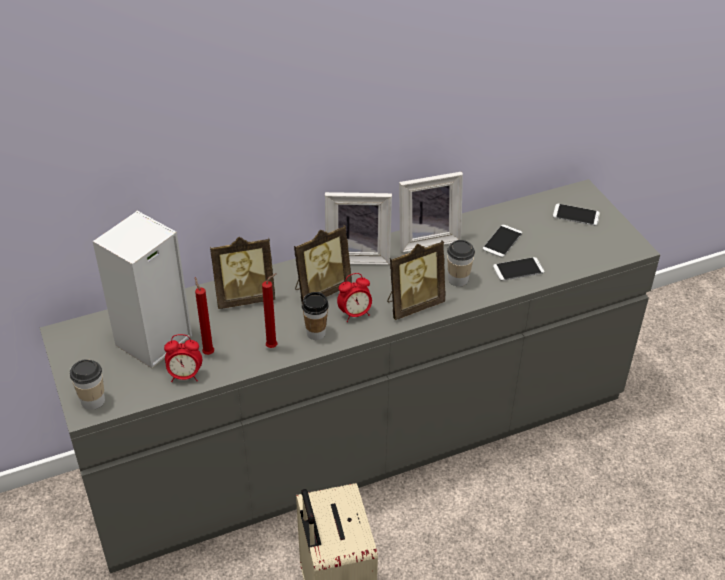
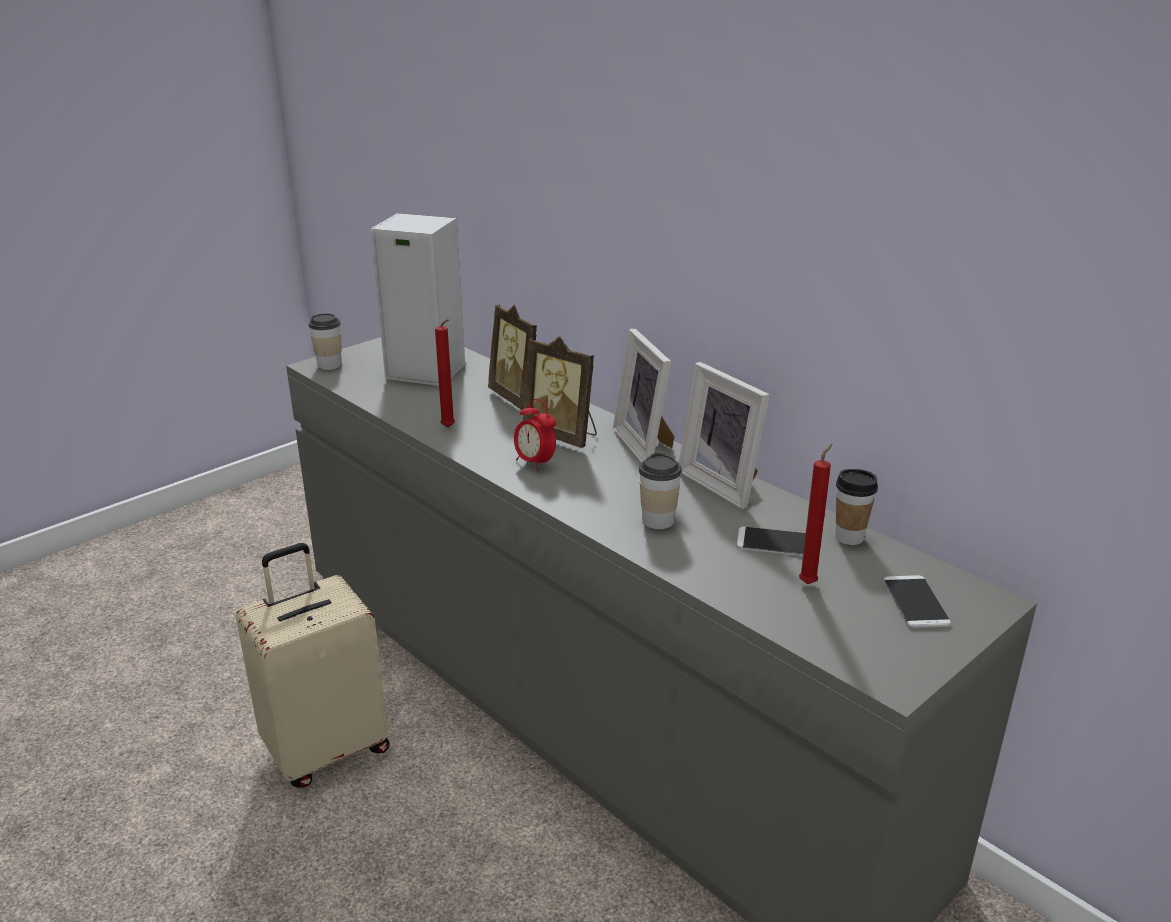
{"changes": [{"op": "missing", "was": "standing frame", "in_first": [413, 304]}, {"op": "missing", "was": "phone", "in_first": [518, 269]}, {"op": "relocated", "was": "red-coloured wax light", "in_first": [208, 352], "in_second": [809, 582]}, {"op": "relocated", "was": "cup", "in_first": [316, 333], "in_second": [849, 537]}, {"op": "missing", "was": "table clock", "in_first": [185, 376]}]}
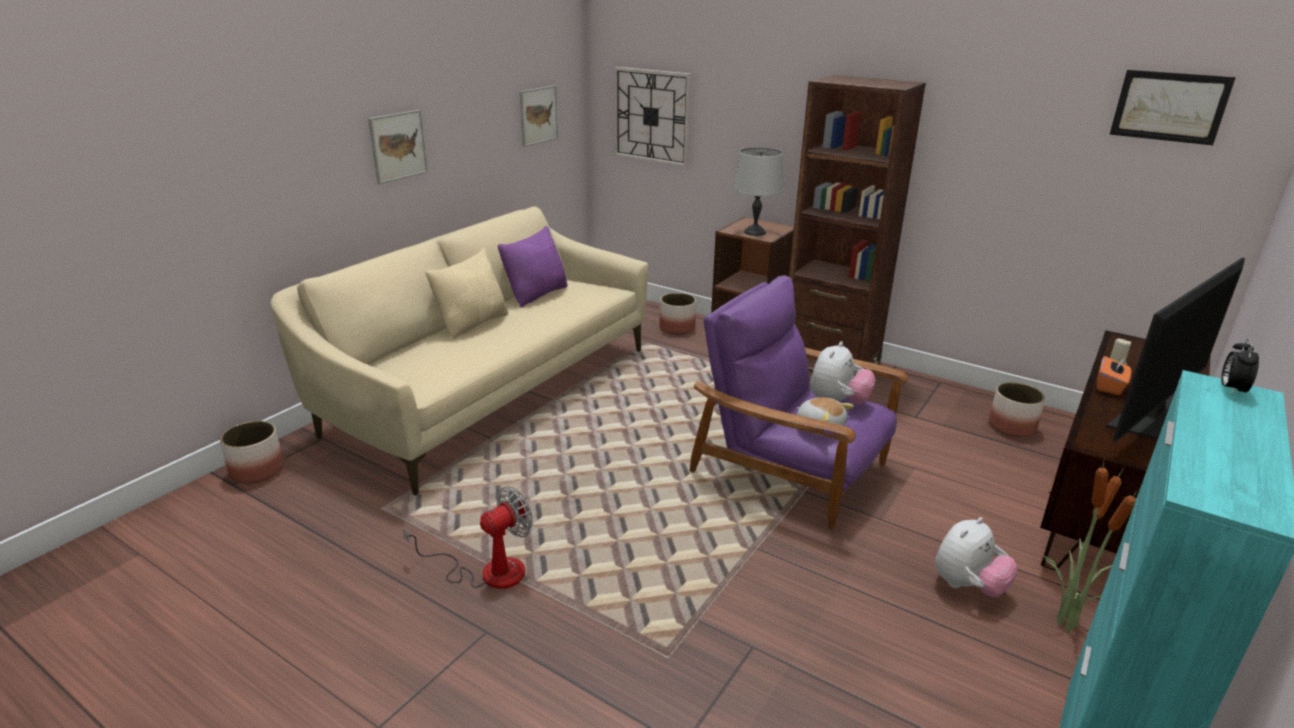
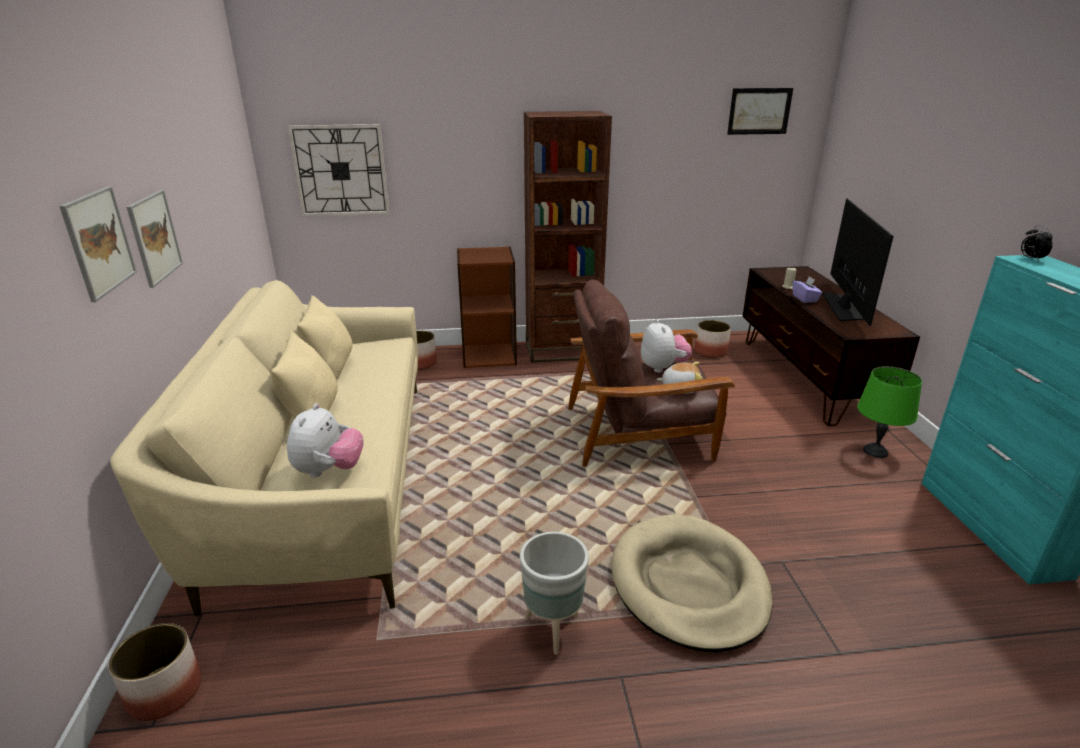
{"changes": [{"op": "relocated", "was": "wall art", "in_first": [538, 115], "in_second": [99, 242]}, {"op": "missing", "was": "grey lamp for a table", "in_first": [754, 232]}, {"op": "colour", "was": "purple-coloured pillow", "now": "sand-coloured pillow", "in_first": [537, 294], "in_second": [330, 367]}, {"op": "colour", "was": "purple-coloured easy chair", "now": "brown easy chair", "in_first": [791, 469], "in_second": [640, 433]}, {"op": "colour", "was": "orangey tissue box", "now": "purple-coloured tissue box", "in_first": [1110, 386], "in_second": [805, 299]}, {"op": "exchanged", "was": "houseplant", "now": "green lamp for a table", "in_first": [1064, 622], "in_second": [876, 451]}, {"op": "exchanged", "was": "electric fan", "now": "grey plant pot", "in_first": [488, 571], "in_second": [552, 629]}, {"op": "relocated", "was": "cuddly toy", "in_first": [967, 586], "in_second": [328, 470]}, {"op": "appeared", "now": "sand-coloured pet bed", "in_second": [688, 585]}]}
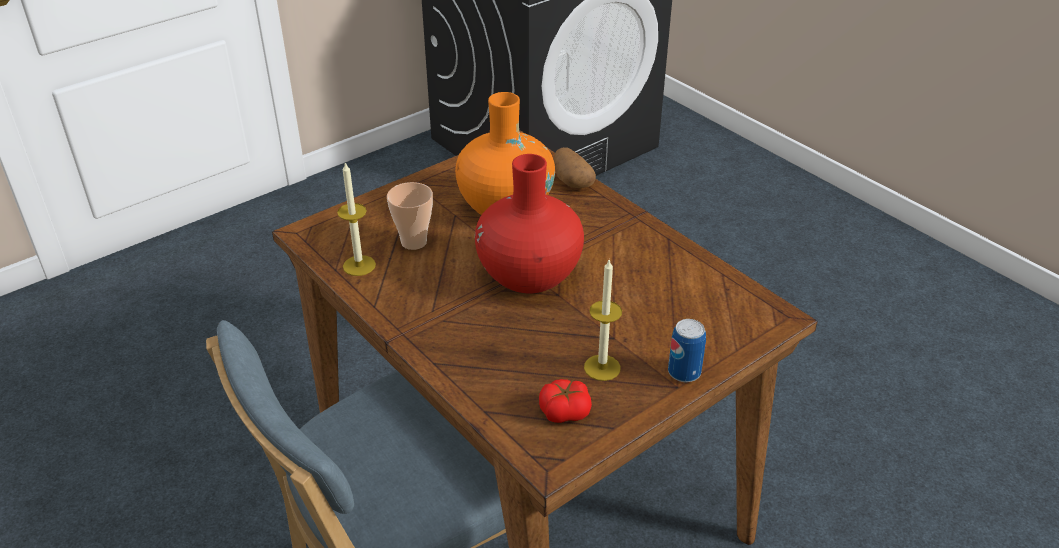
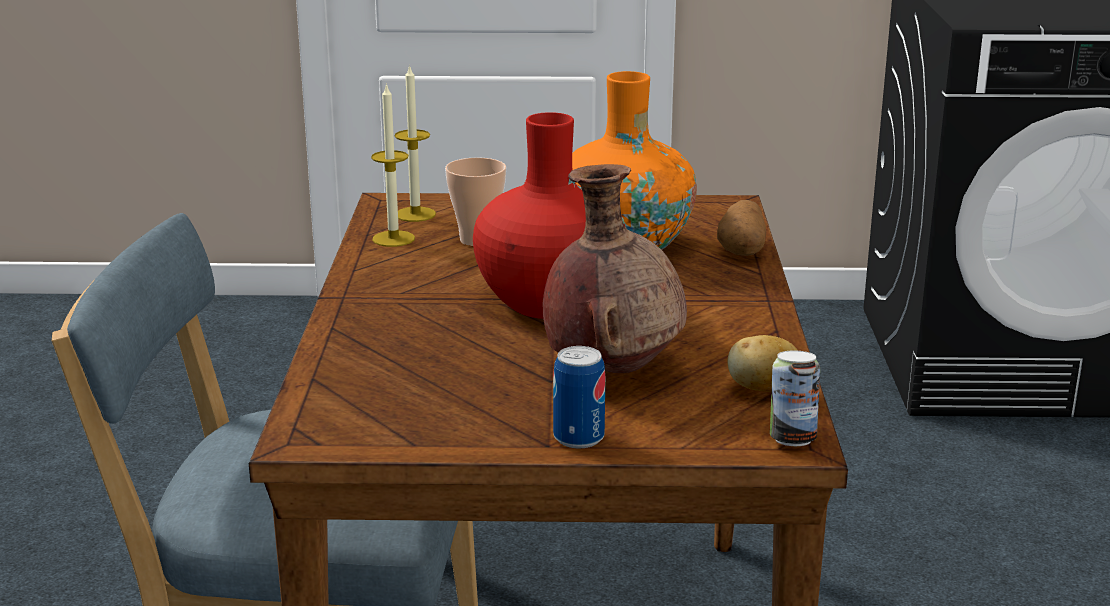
{"changes": [{"op": "relocated", "was": "wax light", "in_first": [602, 367], "in_second": [415, 214]}, {"op": "missing", "was": "whole tomato", "in_first": [564, 411]}, {"op": "appeared", "now": "brown decorative vase", "in_second": [613, 369]}, {"op": "appeared", "now": "potato", "in_second": [762, 389]}, {"op": "appeared", "now": "metal can", "in_second": [791, 439]}]}
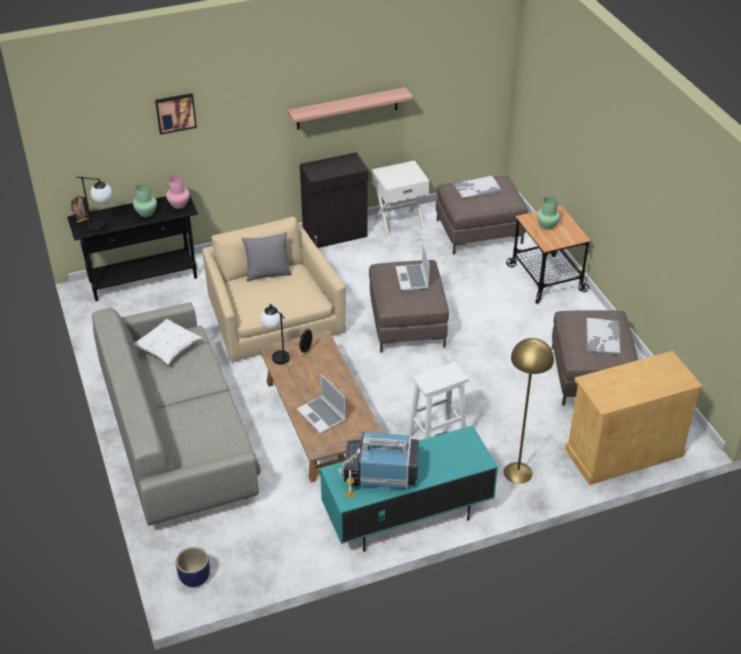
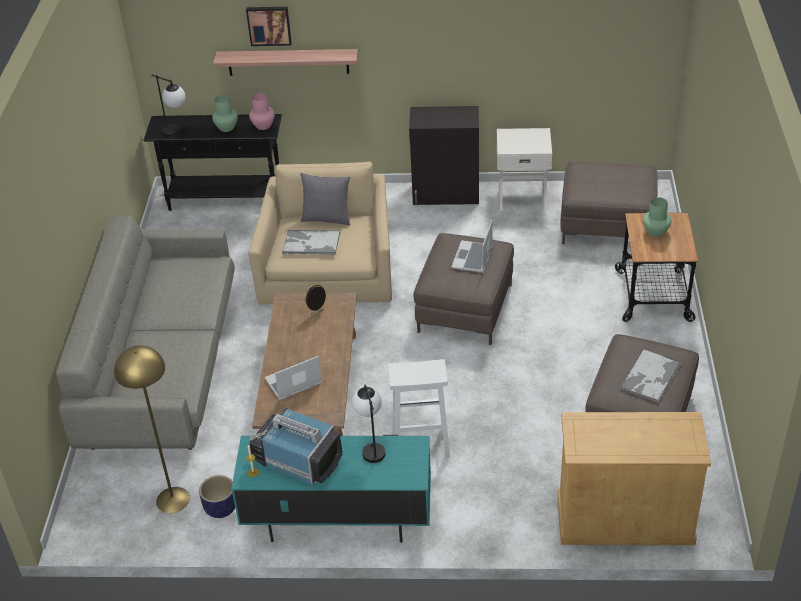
{"changes": [{"op": "relocated", "was": "shelf", "in_first": [347, 108], "in_second": [288, 62]}, {"op": "relocated", "was": "serving tray", "in_first": [476, 188], "in_second": [311, 243]}, {"op": "missing", "was": "standing frame", "in_first": [82, 220]}, {"op": "relocated", "was": "lamp for a table", "in_first": [276, 354], "in_second": [371, 447]}, {"op": "missing", "was": "white pillow", "in_first": [168, 349]}, {"op": "relocated", "was": "yellow standard lamp", "in_first": [517, 473], "in_second": [172, 500]}, {"op": "spun", "was": "laptop", "in_first": [322, 415], "in_second": [293, 382], "clockwise": 75}, {"op": "relocated", "was": "plant pot", "in_first": [195, 577], "in_second": [221, 508]}]}
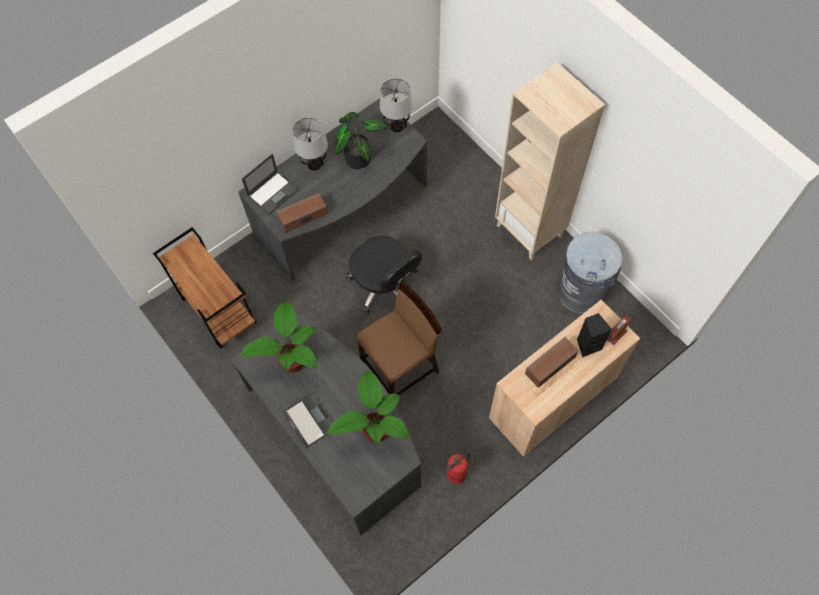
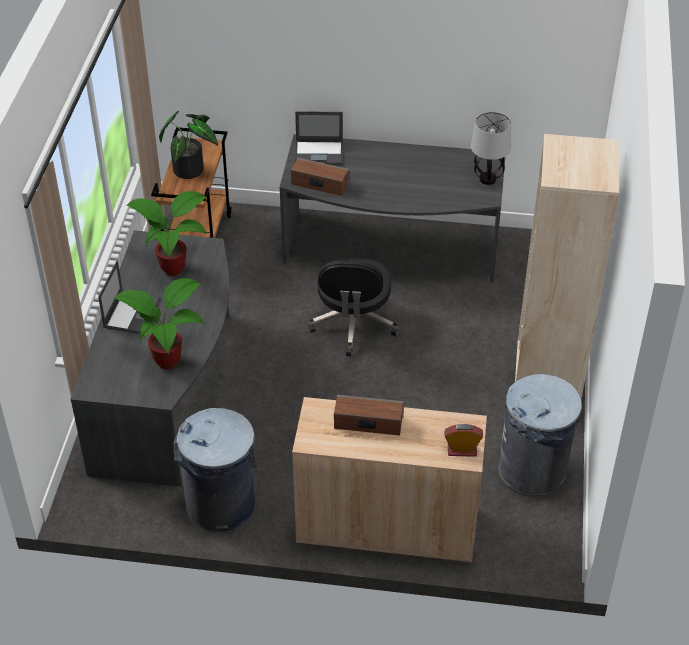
{"changes": [{"op": "relocated", "was": "houseplant", "in_first": [358, 156], "in_second": [192, 168]}, {"op": "missing", "was": "lamp for a table", "in_first": [315, 164]}, {"op": "missing", "was": "brown upright chair", "in_first": [401, 368]}, {"op": "missing", "was": "black speaker", "in_first": [587, 345]}, {"op": "exchanged", "was": "fire-fighting cylinder", "now": "grey waste bin", "in_first": [456, 475], "in_second": [221, 505]}]}
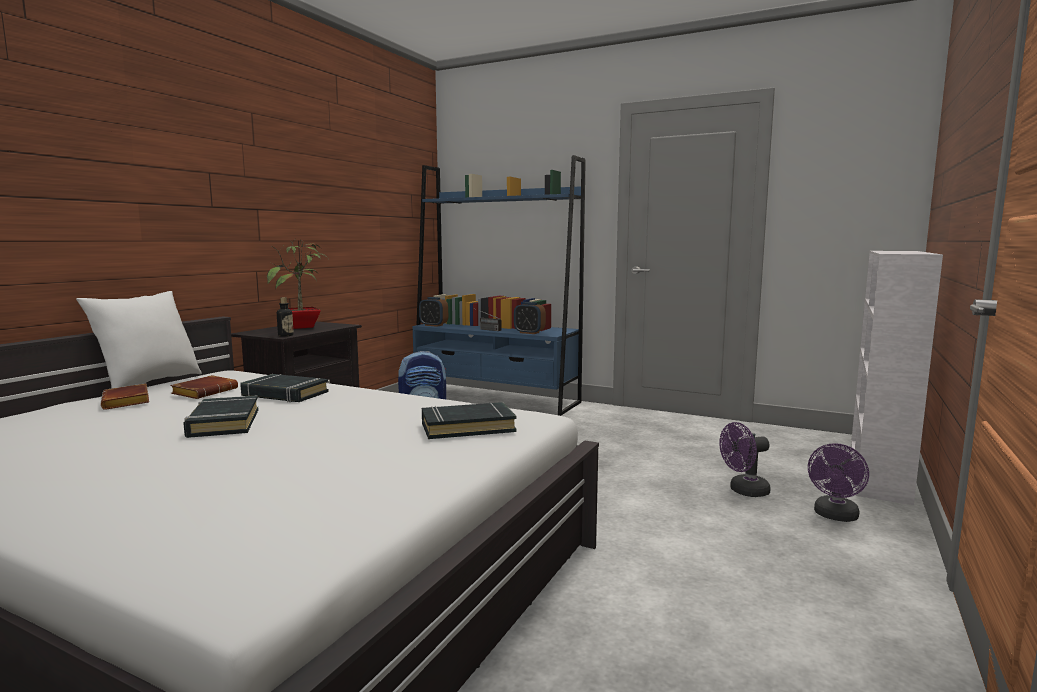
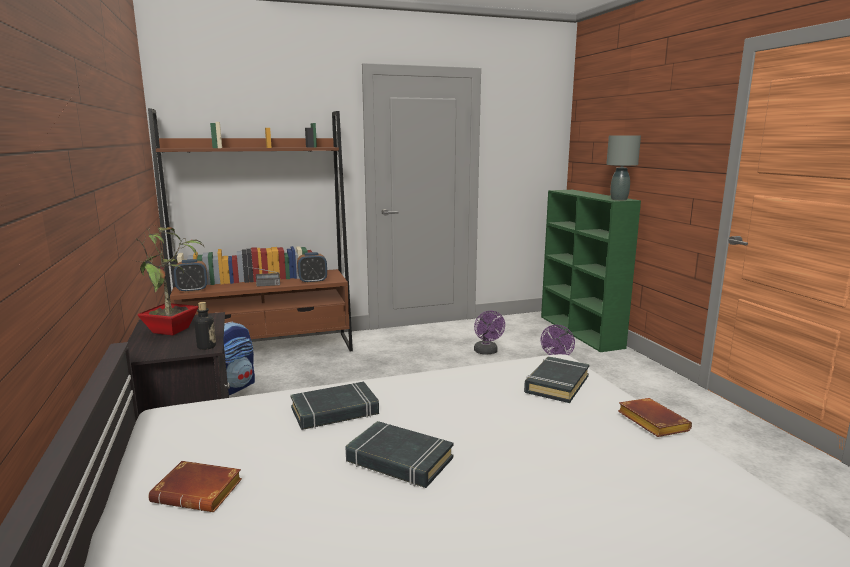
{"changes": [{"op": "colour", "was": "blue shelving unit", "now": "brown shelving unit", "in_first": [496, 399], "in_second": [267, 351]}, {"op": "colour", "was": "white shelving unit", "now": "green shelving unit", "in_first": [878, 469], "in_second": [581, 332]}, {"op": "missing", "was": "white pillow", "in_first": [148, 384]}, {"op": "relocated", "was": "brown book", "in_first": [205, 392], "in_second": [650, 422]}, {"op": "relocated", "was": "purple-coloured electric fan", "in_first": [835, 516], "in_second": [487, 352]}, {"op": "appeared", "now": "grey lamp for a table", "in_second": [619, 199]}]}
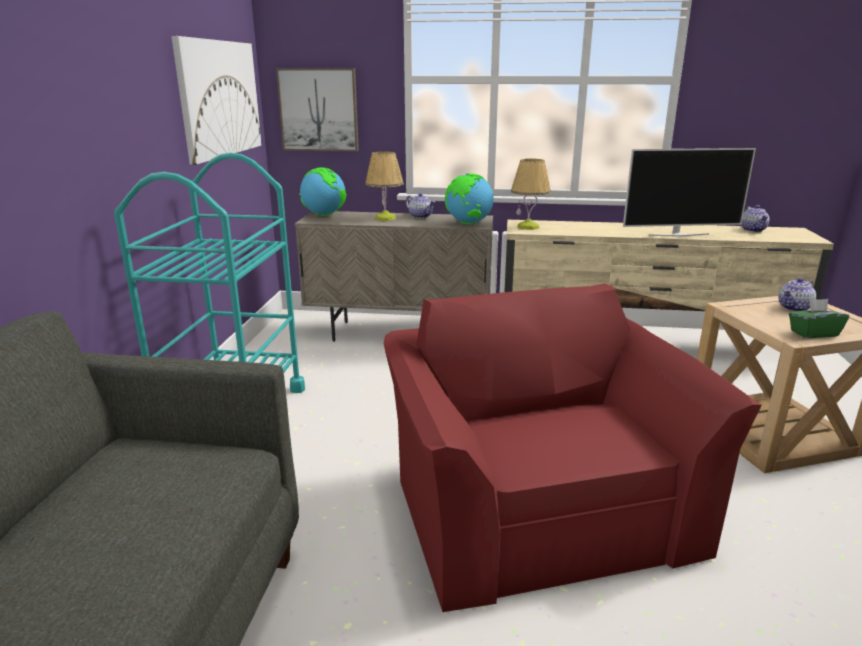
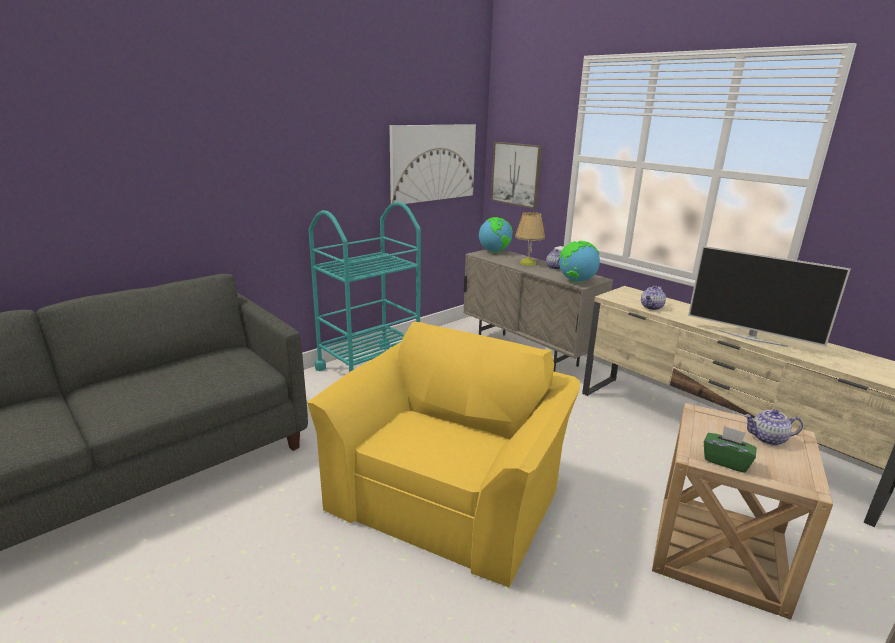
{"changes": [{"op": "missing", "was": "lamp for a table", "in_first": [528, 227]}, {"op": "relocated", "was": "tea pot", "in_first": [753, 230], "in_second": [652, 307]}, {"op": "colour", "was": "red-coloured easy chair", "now": "yellow easy chair", "in_first": [536, 505], "in_second": [449, 493]}]}
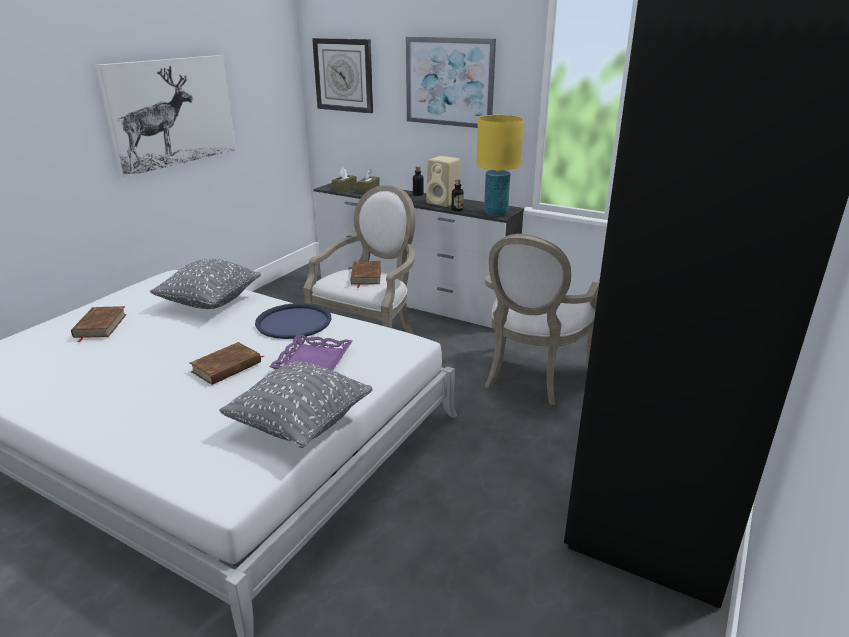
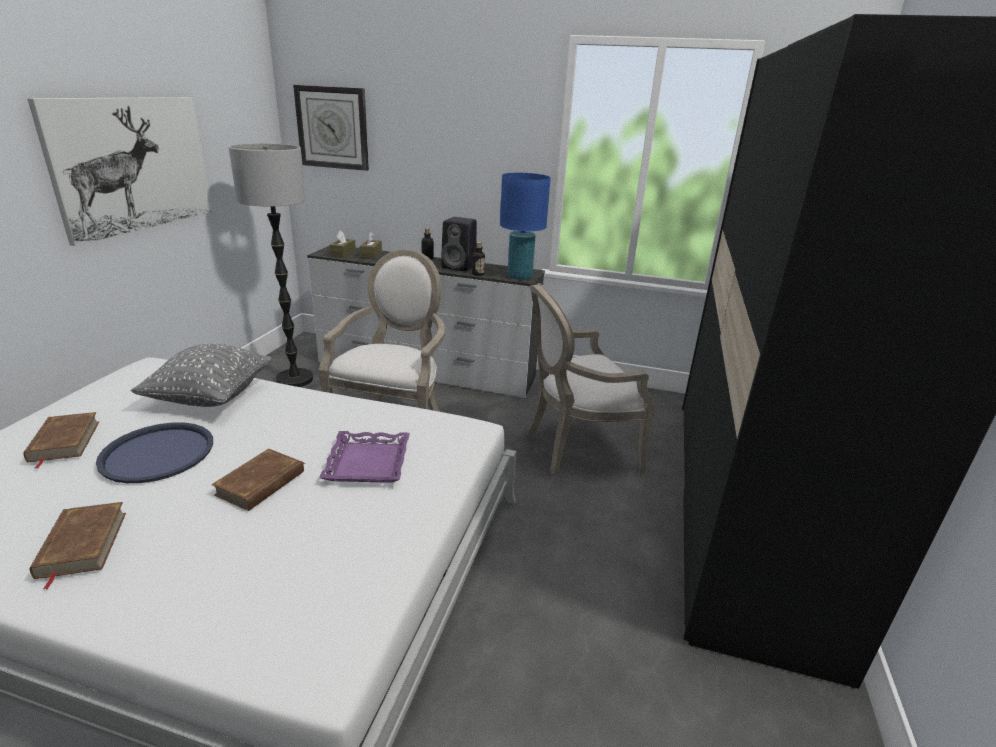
{"changes": [{"op": "missing", "was": "wall art", "in_first": [449, 82]}, {"op": "colour", "was": "yellow lamp for a table", "now": "blue lamp for a table", "in_first": [496, 213], "in_second": [520, 277]}, {"op": "colour", "was": "sand-coloured speaker", "now": "black speaker", "in_first": [444, 202], "in_second": [460, 267]}, {"op": "spun", "was": "easy chair", "in_first": [530, 377], "in_second": [575, 448], "clockwise": 60}, {"op": "relocated", "was": "brown book", "in_first": [365, 276], "in_second": [82, 544]}, {"op": "relocated", "was": "blue serving tray", "in_first": [294, 322], "in_second": [158, 453]}, {"op": "missing", "was": "grey pillow", "in_first": [300, 425]}, {"op": "appeared", "now": "standard lamp", "in_second": [295, 379]}]}
